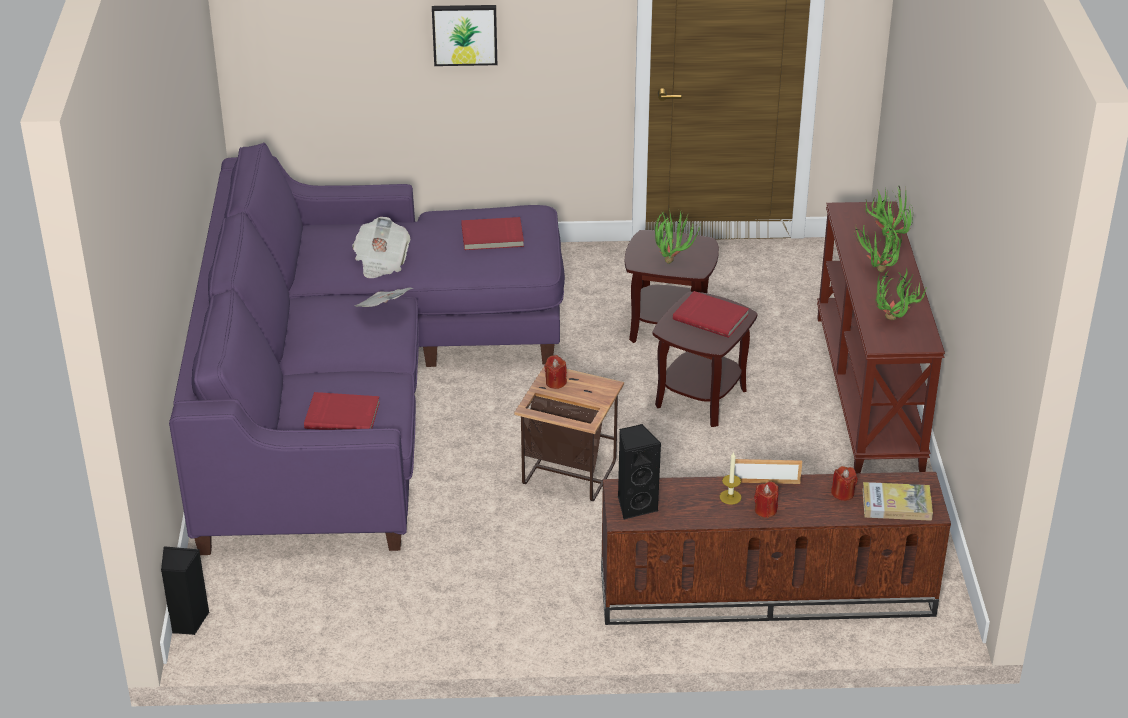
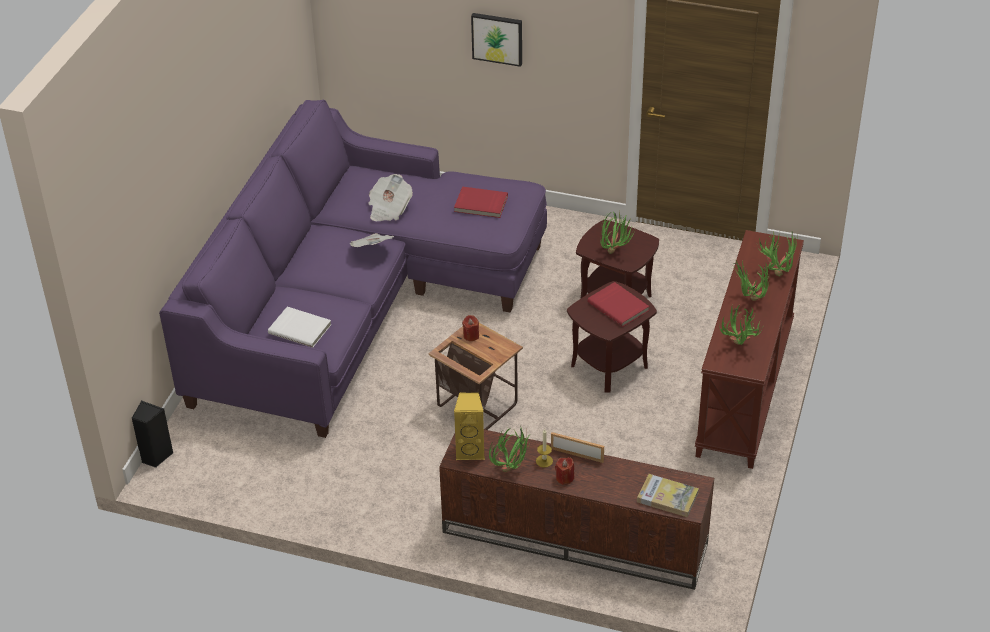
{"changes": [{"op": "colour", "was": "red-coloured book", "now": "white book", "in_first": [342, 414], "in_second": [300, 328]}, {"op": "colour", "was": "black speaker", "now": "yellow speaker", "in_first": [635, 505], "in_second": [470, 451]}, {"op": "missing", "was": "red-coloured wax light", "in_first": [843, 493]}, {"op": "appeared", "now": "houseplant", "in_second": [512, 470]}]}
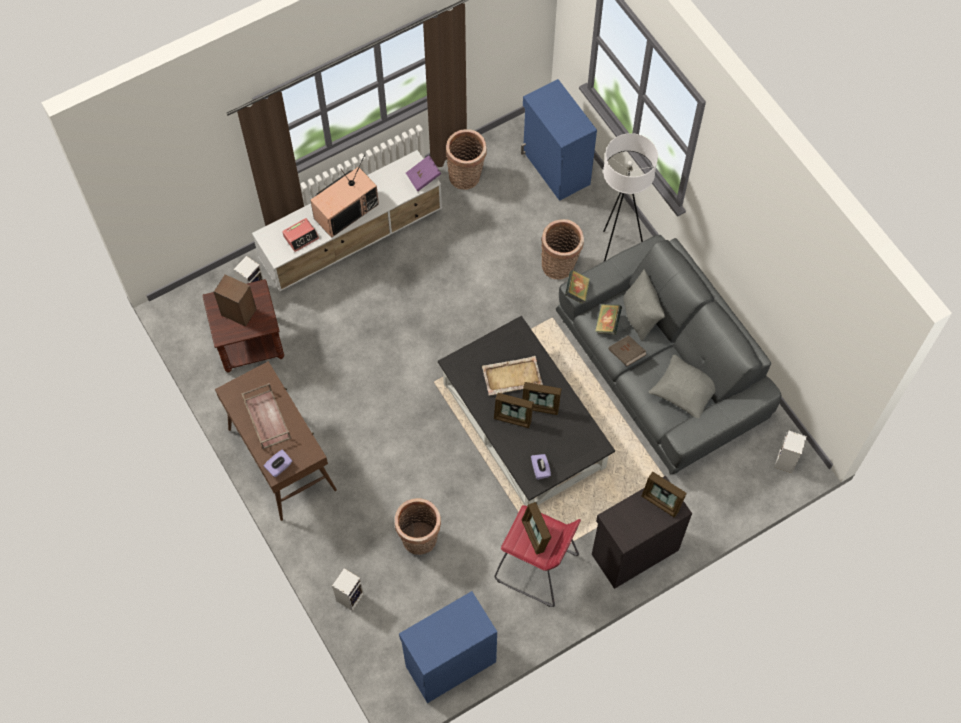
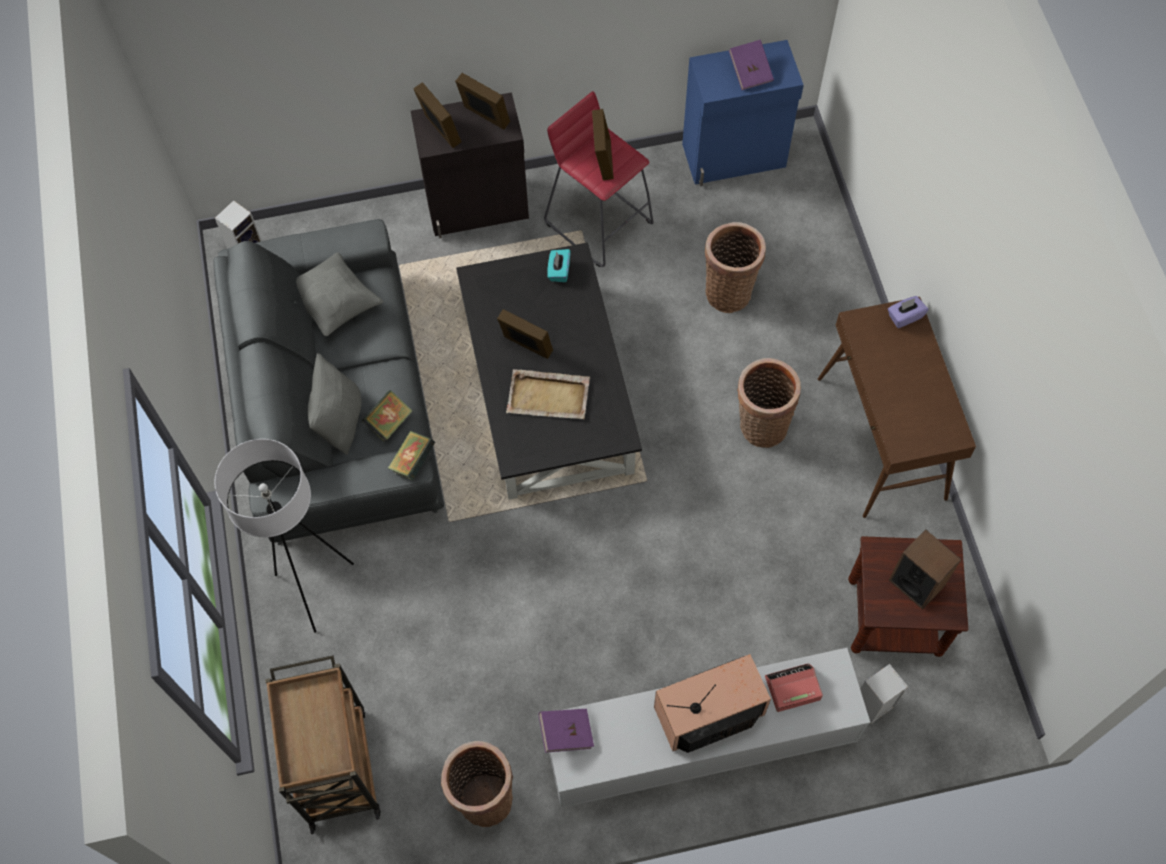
{"changes": [{"op": "exchanged", "was": "blue cabinet", "now": "brown cart", "in_first": [555, 168], "in_second": [337, 765]}, {"op": "relocated", "was": "storage basket", "in_first": [560, 266], "in_second": [760, 424]}, {"op": "missing", "was": "brown book", "in_first": [626, 354]}, {"op": "missing", "was": "brown serving tray", "in_first": [266, 419]}, {"op": "relocated", "was": "standing frame", "in_first": [513, 418], "in_second": [484, 117]}, {"op": "colour", "was": "purple-coloured tissue box", "now": "blue-green tissue box", "in_first": [540, 469], "in_second": [559, 271]}, {"op": "missing", "was": "speaker", "in_first": [350, 596]}, {"op": "appeared", "now": "purple-coloured book", "in_second": [750, 72]}]}
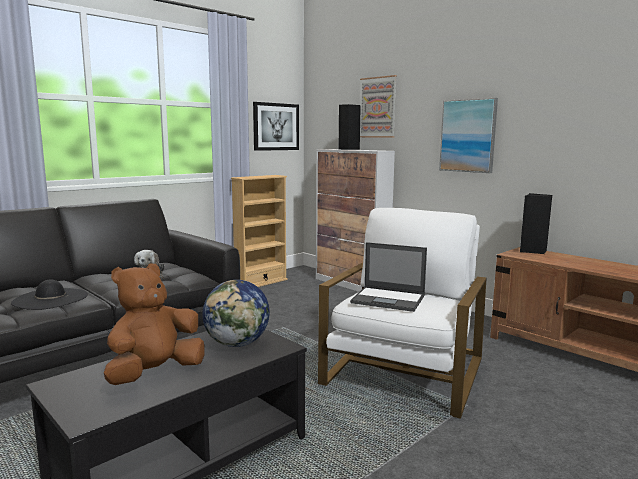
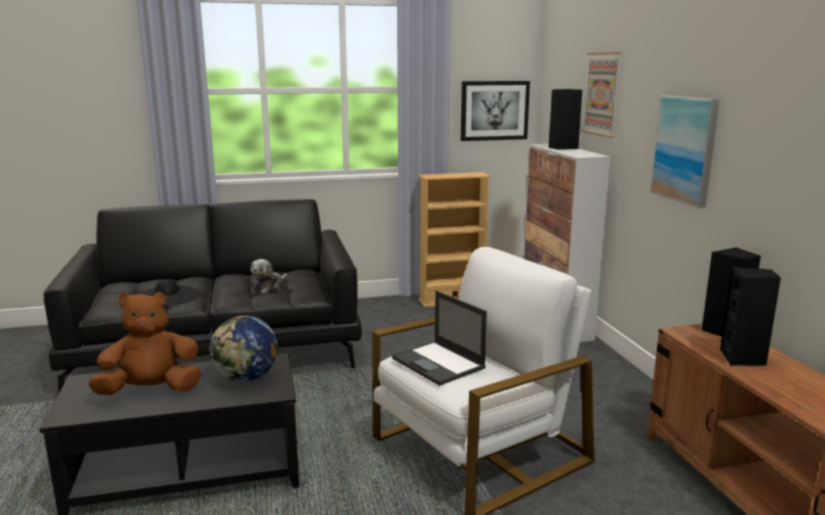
{"changes": [{"op": "appeared", "now": "black speaker", "in_second": [743, 359]}]}
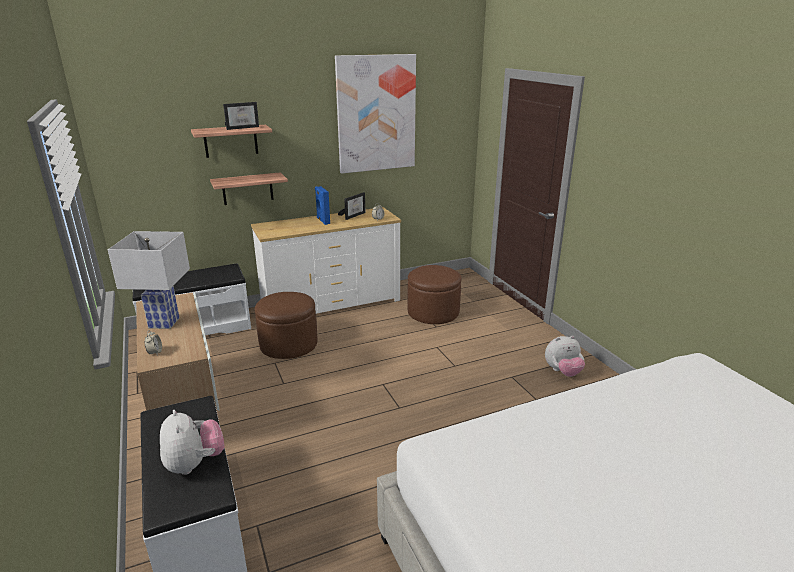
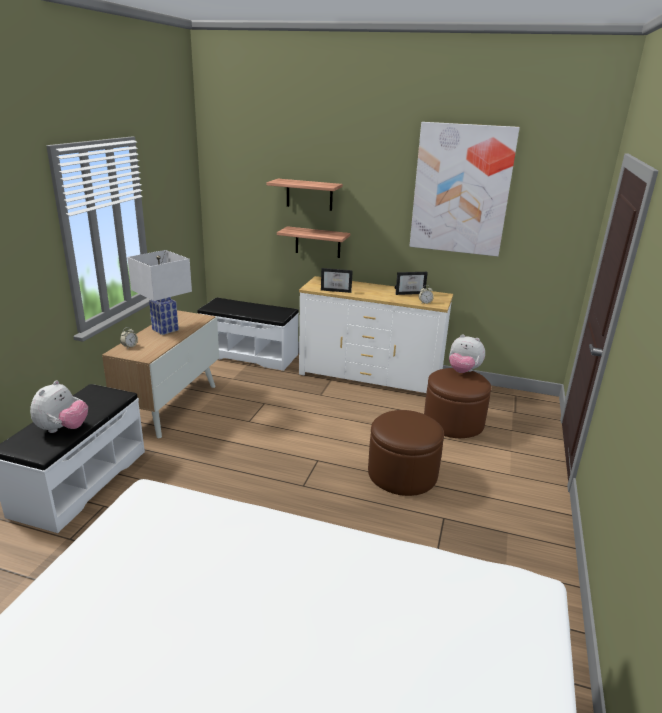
{"changes": [{"op": "relocated", "was": "standing frame", "in_first": [242, 127], "in_second": [337, 290]}, {"op": "missing", "was": "blue speaker", "in_first": [322, 221]}, {"op": "relocated", "was": "brown ottoman", "in_first": [288, 344], "in_second": [402, 474]}, {"op": "relocated", "was": "cuddly toy", "in_first": [562, 372], "in_second": [463, 371]}]}
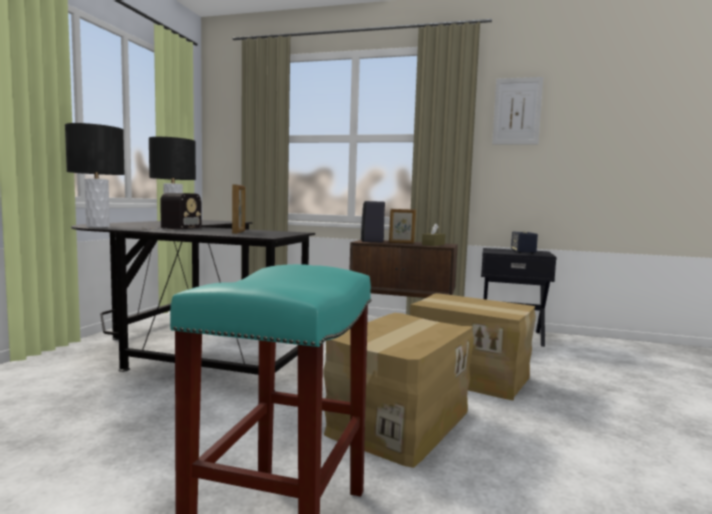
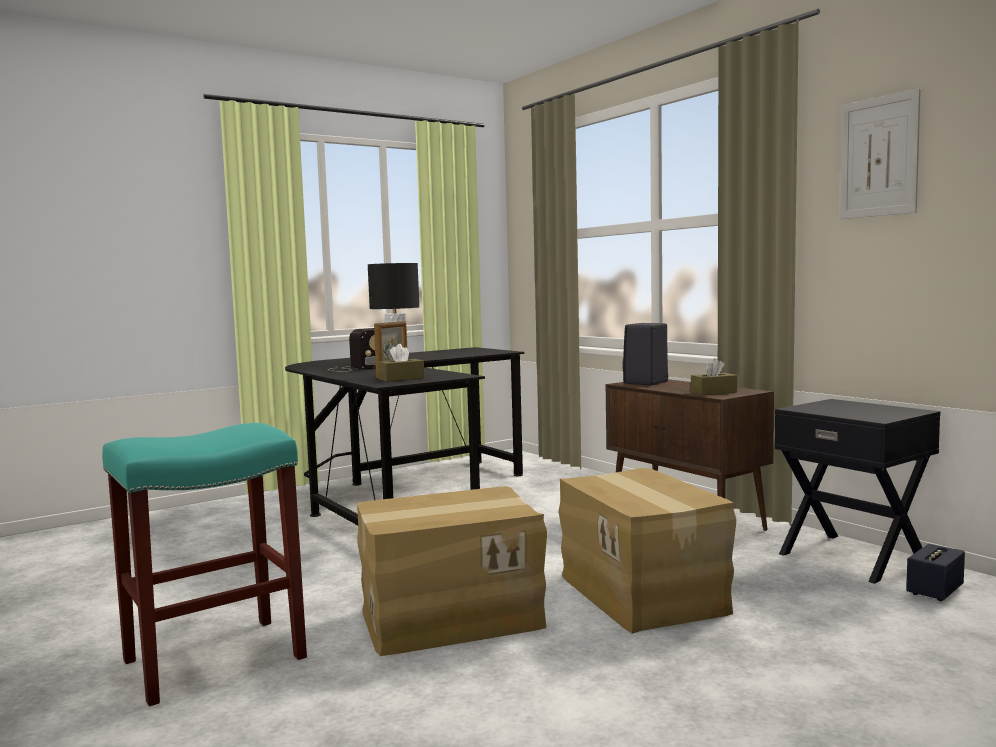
{"changes": [{"op": "missing", "was": "black lamp for a table", "in_first": [98, 226]}, {"op": "missing", "was": "standing frame", "in_first": [401, 243]}, {"op": "relocated", "was": "speaker", "in_first": [523, 252], "in_second": [935, 591]}, {"op": "appeared", "now": "brown tissue box", "in_second": [401, 378]}]}
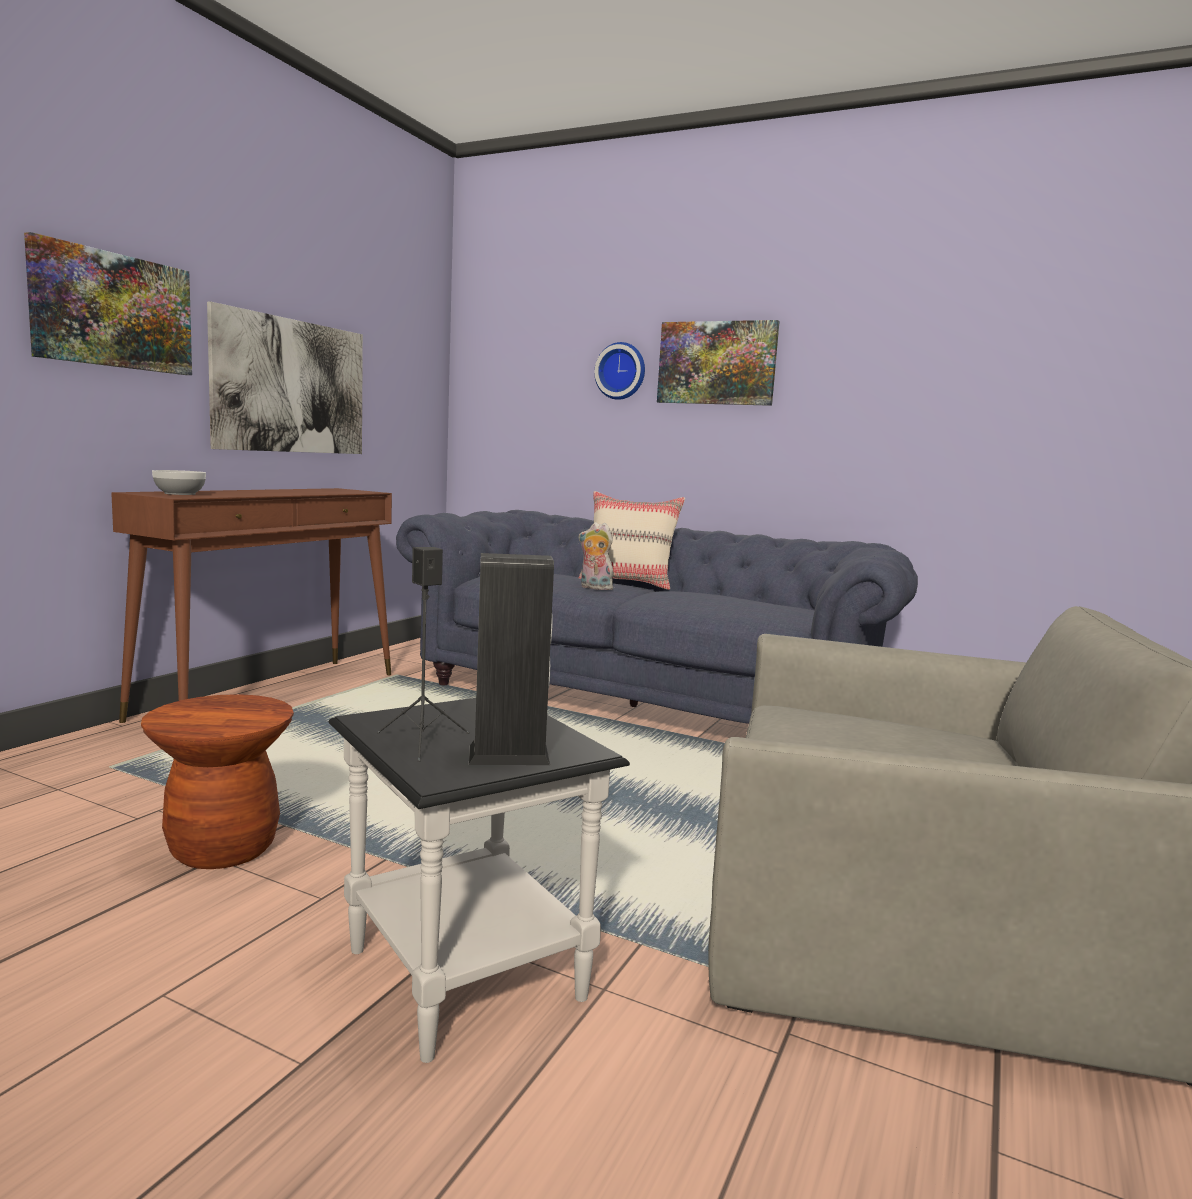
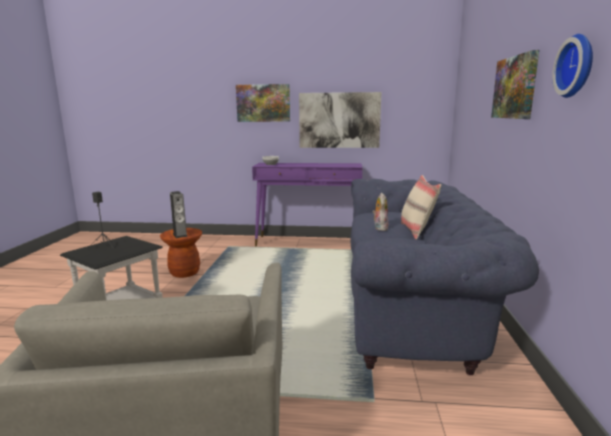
{"changes": [{"op": "relocated", "was": "hanging clock", "in_first": [621, 371], "in_second": [577, 66]}, {"op": "colour", "was": "brown console table", "now": "purple-coloured console table", "in_first": [272, 695], "in_second": [308, 242]}, {"op": "relocated", "was": "speaker", "in_first": [509, 755], "in_second": [180, 235]}]}
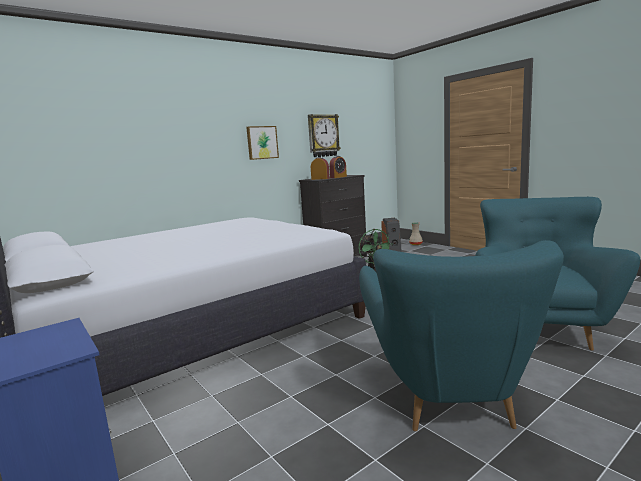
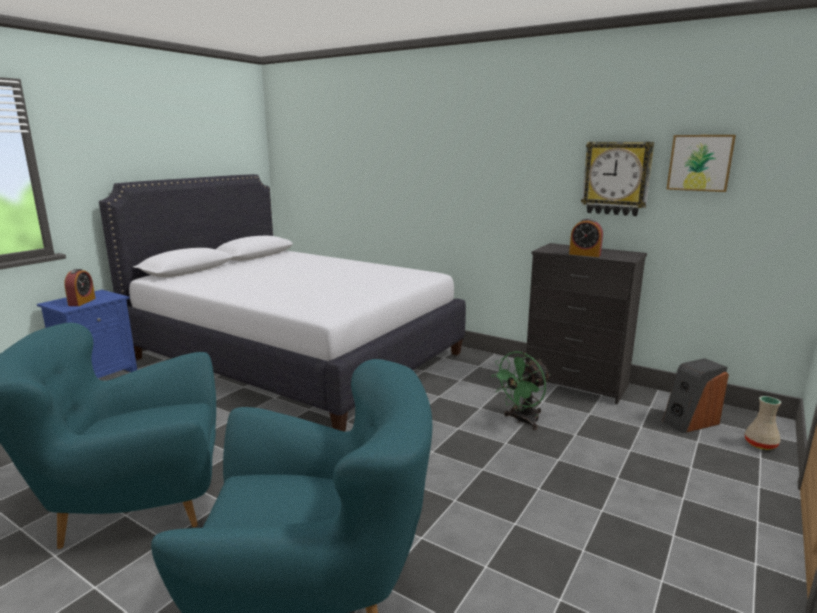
{"changes": [{"op": "relocated", "was": "wall art", "in_first": [262, 142], "in_second": [700, 163]}, {"op": "relocated", "was": "table clock", "in_first": [320, 179], "in_second": [82, 302]}]}
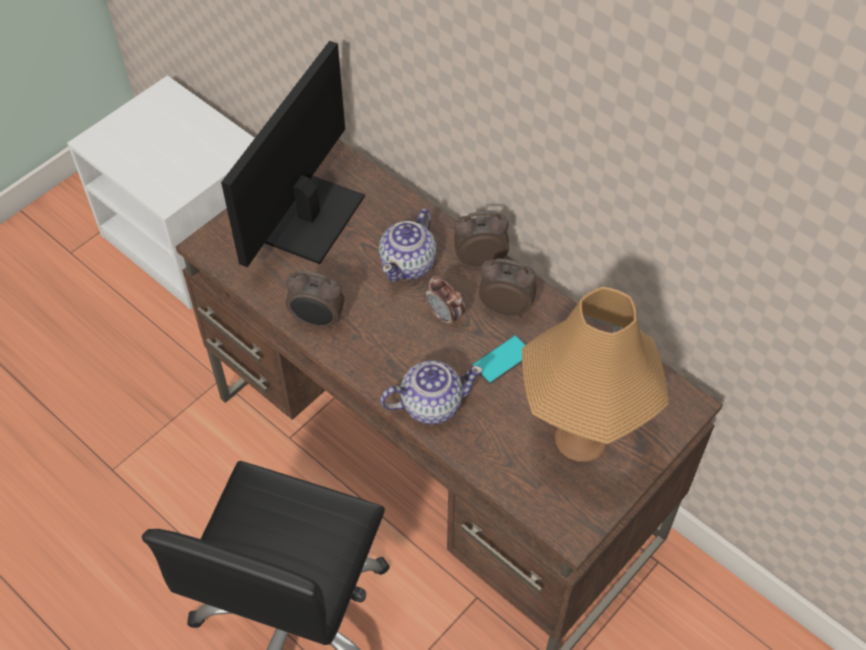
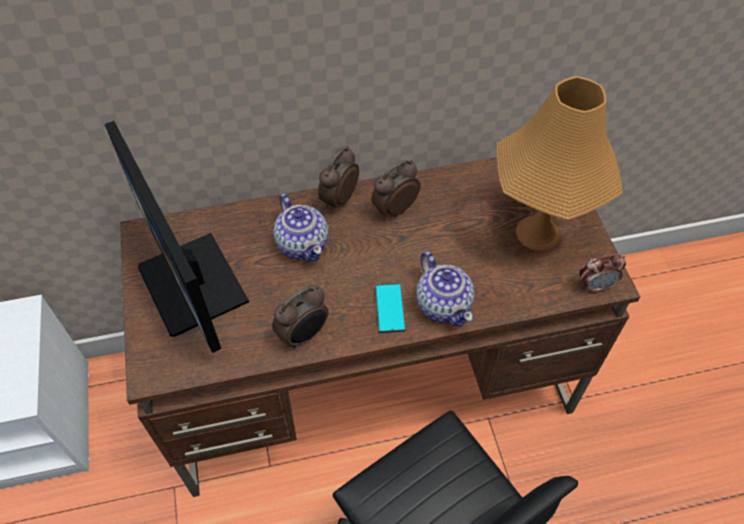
{"changes": [{"op": "relocated", "was": "table clock", "in_first": [445, 316], "in_second": [595, 286]}, {"op": "relocated", "was": "phone", "in_first": [502, 360], "in_second": [389, 308]}, {"op": "spun", "was": "tea pot", "in_first": [430, 404], "in_second": [443, 304], "clockwise": 135}]}
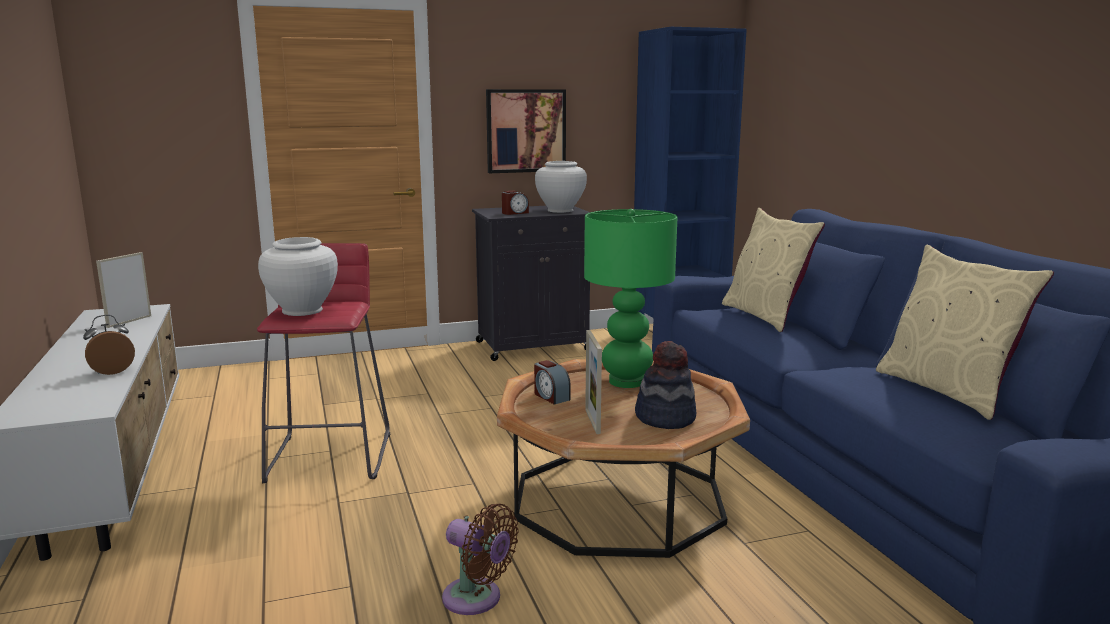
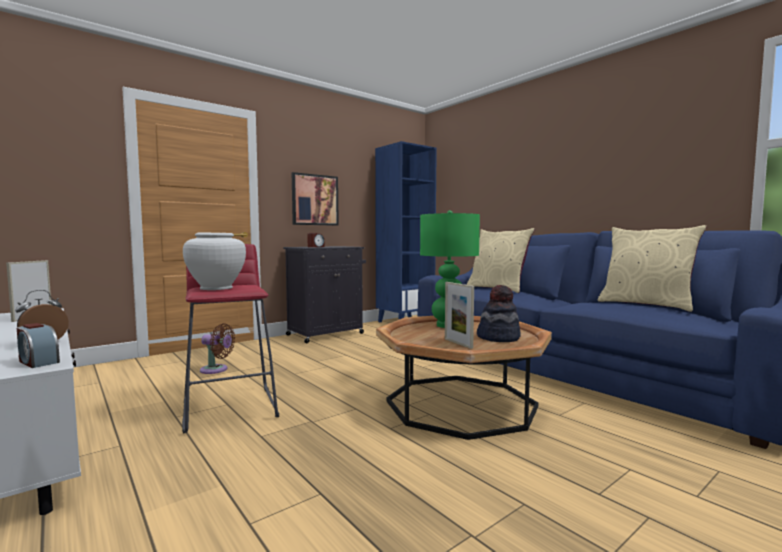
{"changes": [{"op": "missing", "was": "white decorative vase", "in_first": [560, 210]}, {"op": "relocated", "was": "table clock", "in_first": [551, 396], "in_second": [38, 362]}, {"op": "relocated", "was": "brown electric fan", "in_first": [477, 599], "in_second": [216, 370]}]}
